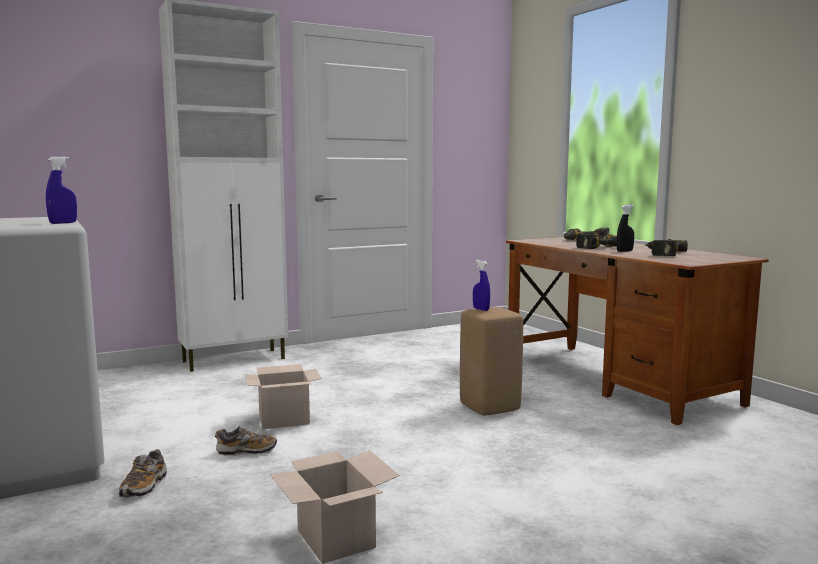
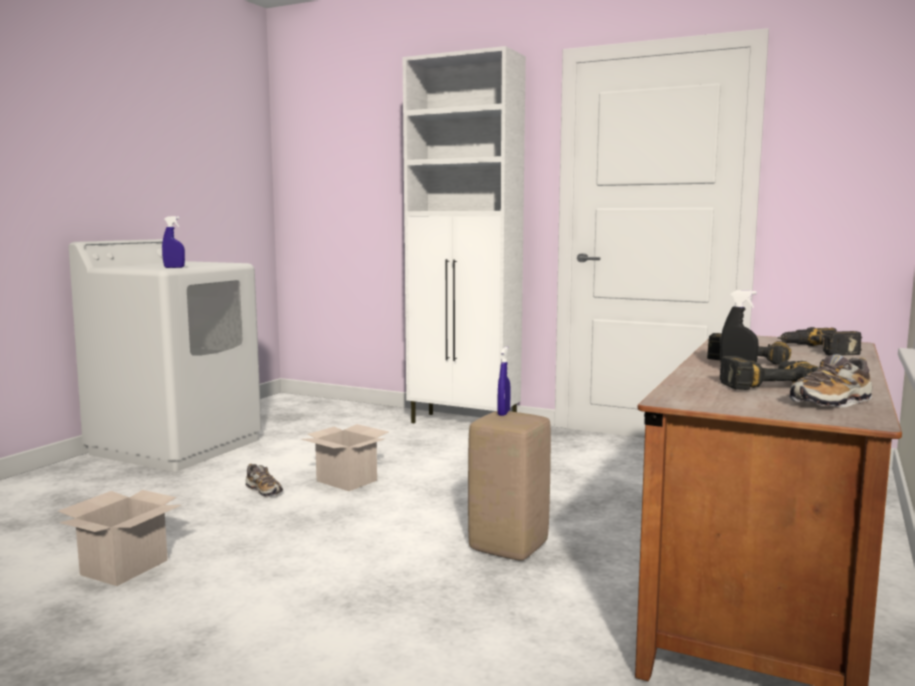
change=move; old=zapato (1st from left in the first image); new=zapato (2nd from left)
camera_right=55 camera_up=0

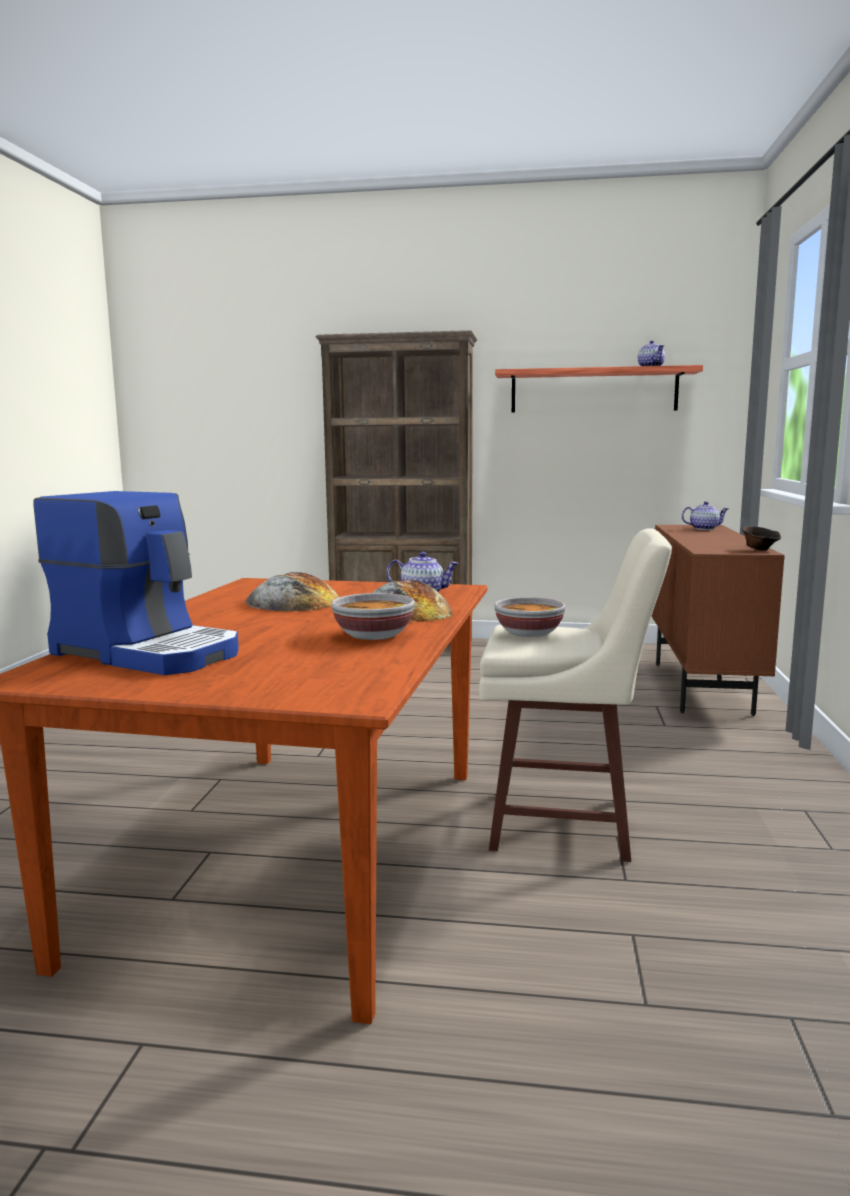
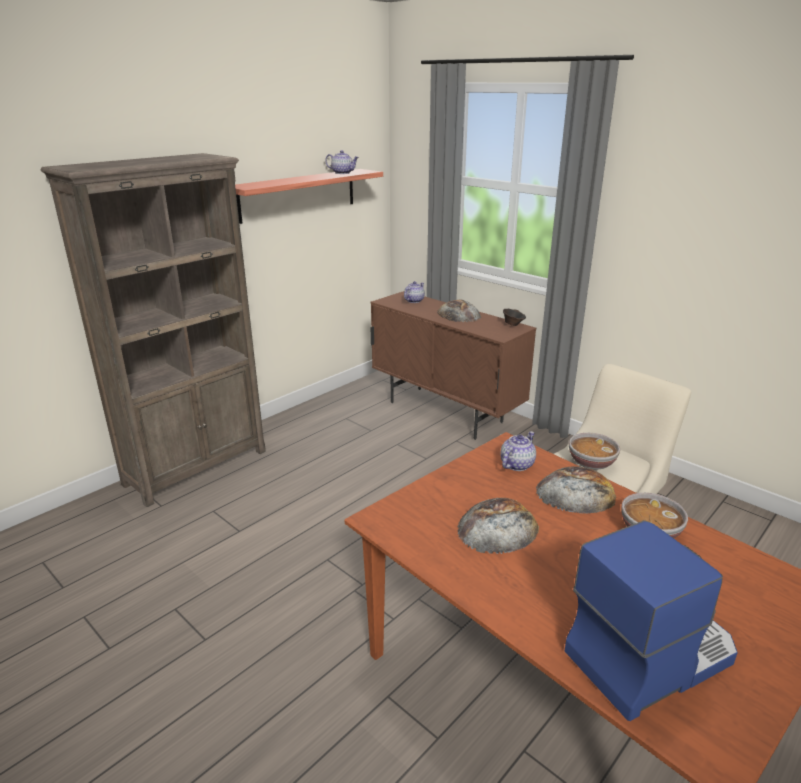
change=insert; new=pan (1st from left)
camera_right=-55 camera_up=15

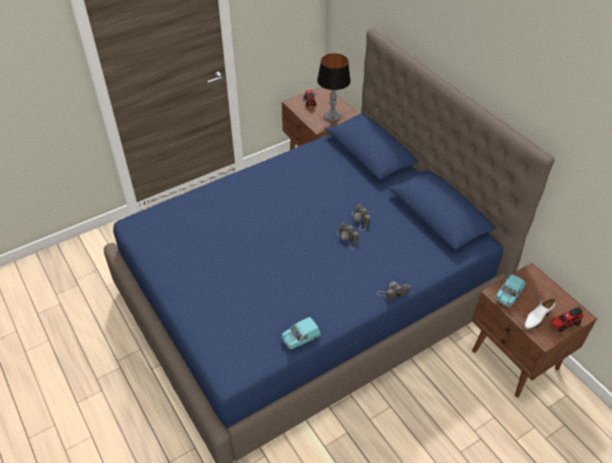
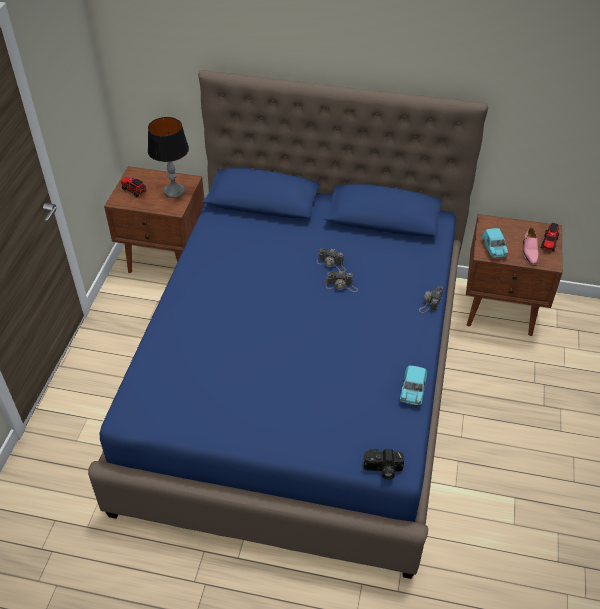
change=insert; new=cámara (3rd from left)
change=recolor; old=zapato/blanco; new=zapato/rosa
camera_right=-45 camera_up=0

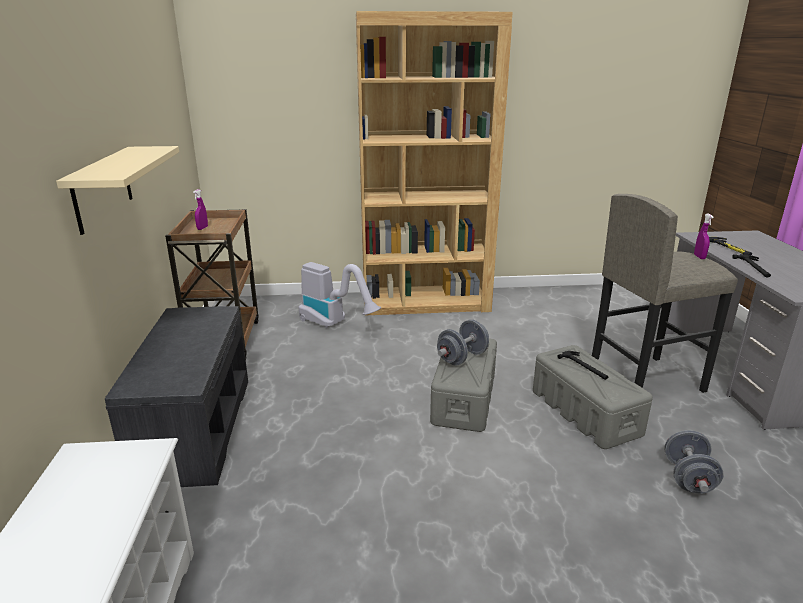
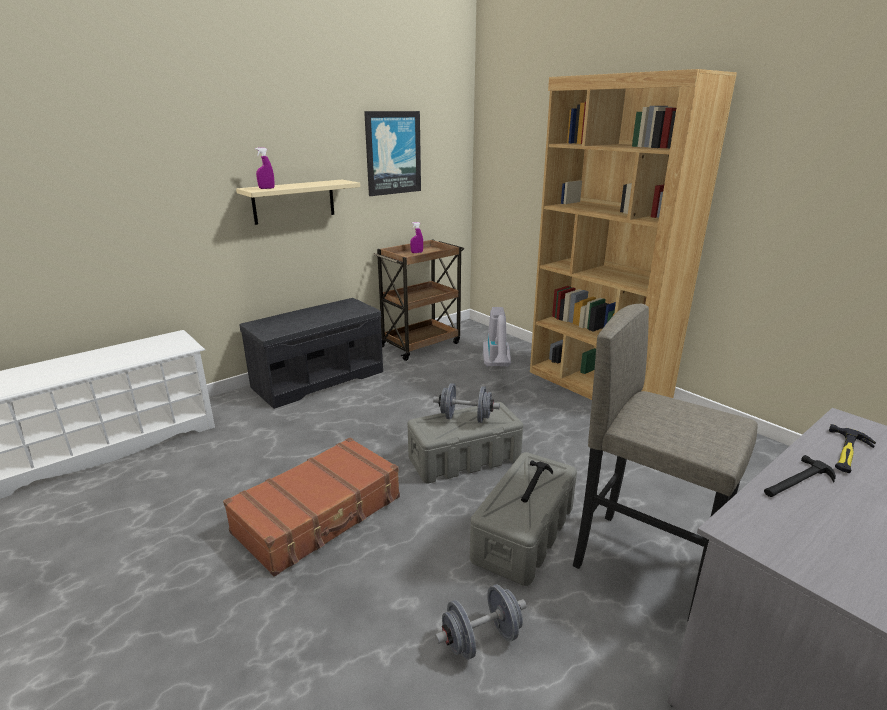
change=insert; new=maleta/marrón
change=move; old=pulverizador/morado (2nd from left in the first image); new=pulverizador/morado (1st from left)
change=insert; new=cuadro
camera_right=55 camera_up=0

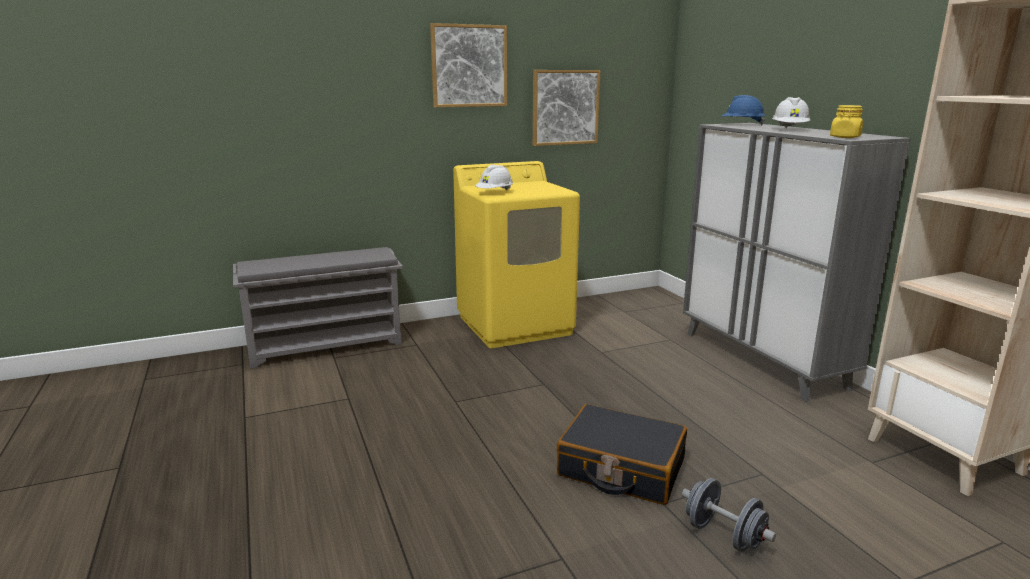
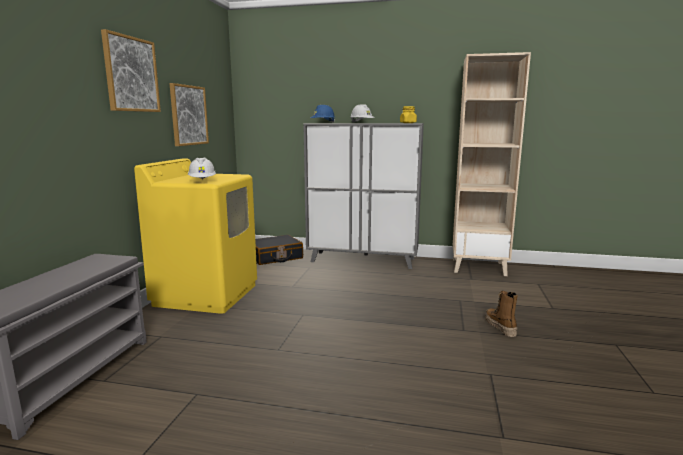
change=move; old=maleta/negro
change=replace; old=mancuerna/gris; new=bota
camera_right=-55 camera_up=-5

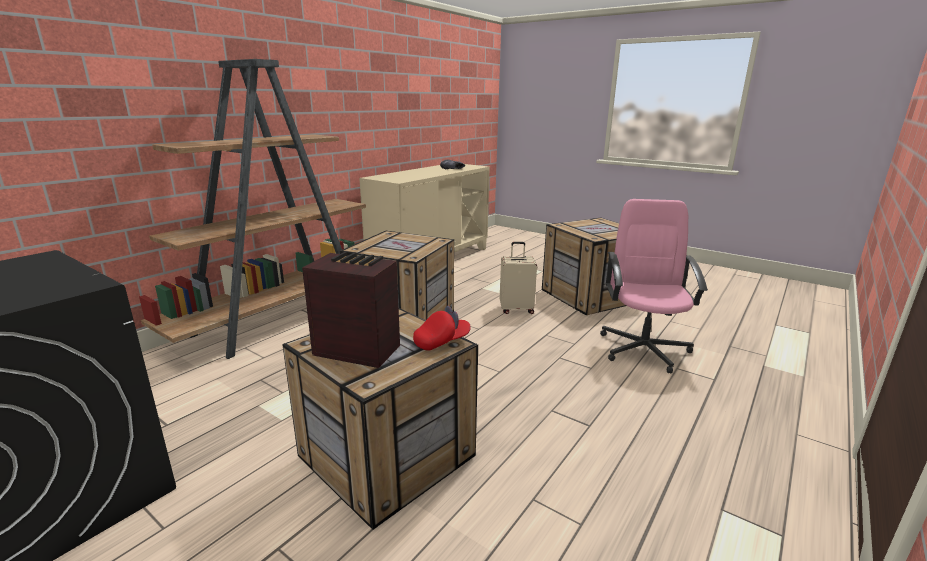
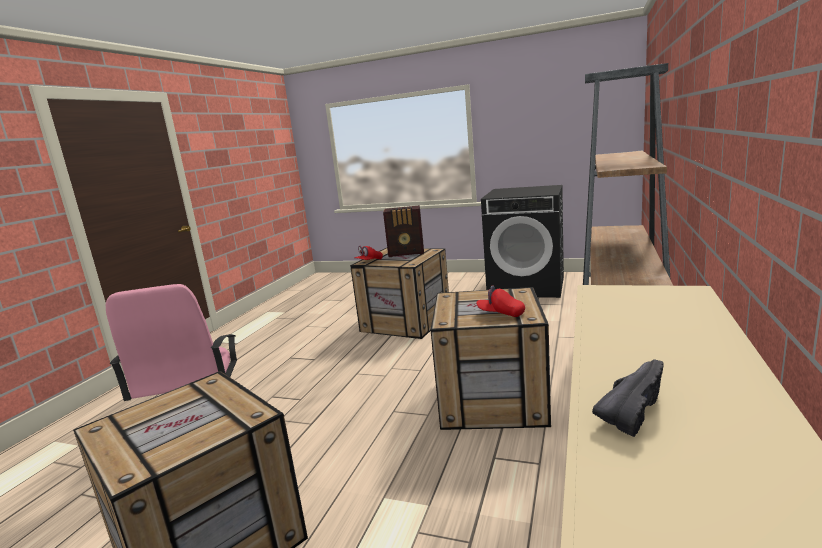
change=insert; new=gorra/rojo (2nd from left)
change=delete; old=maleta/beis
camera_right=165 camera_up=-5

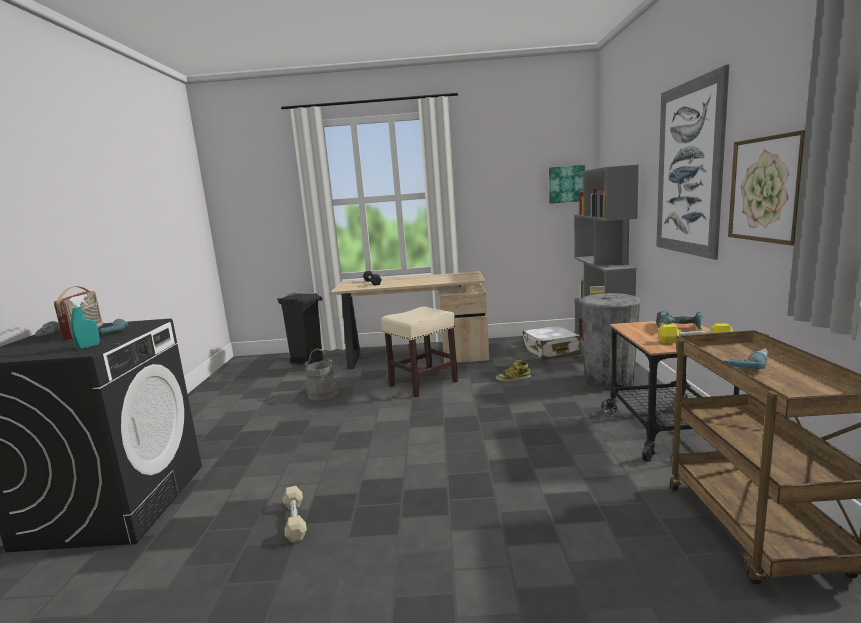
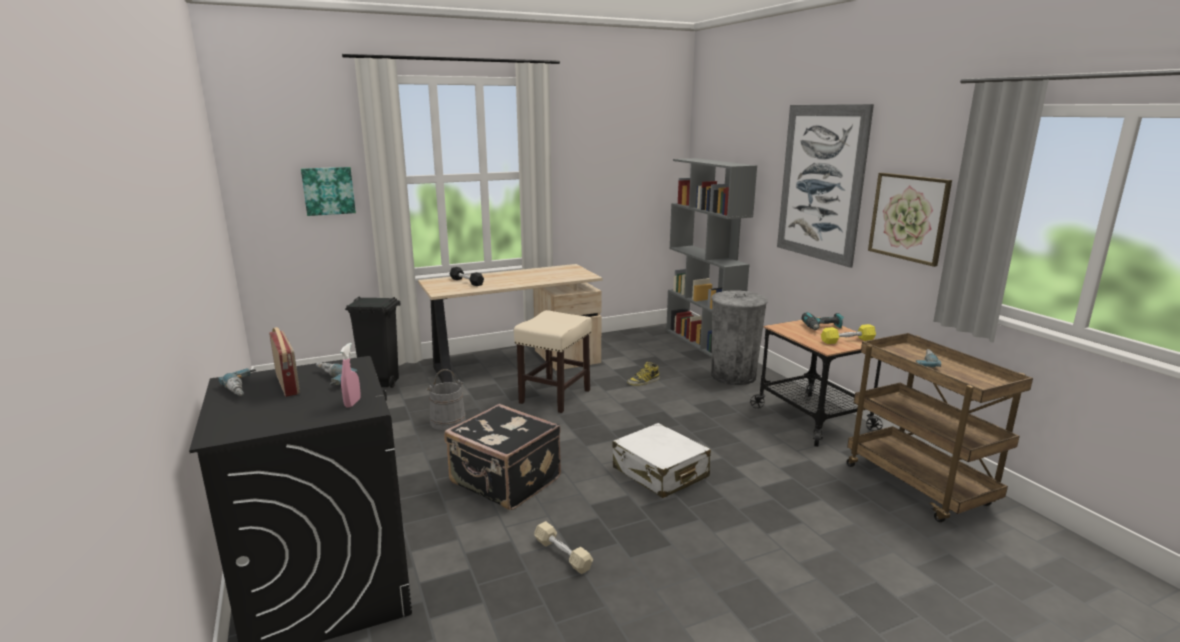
change=move; old=cuadro (1st from left)
change=recolor; old=pulverizador/turquesa; new=pulverizador/rosa
change=insert; new=maleta/negro
change=move; old=maleta/blanco
camera_right=-25 camera_up=5

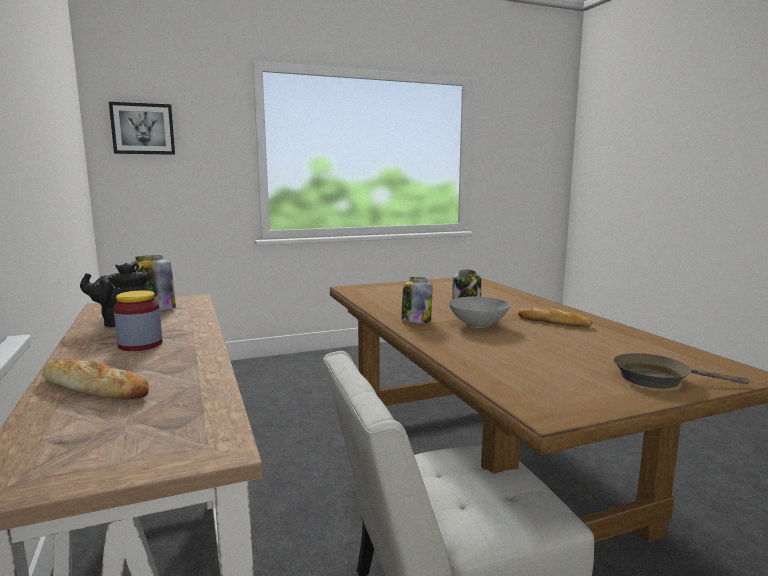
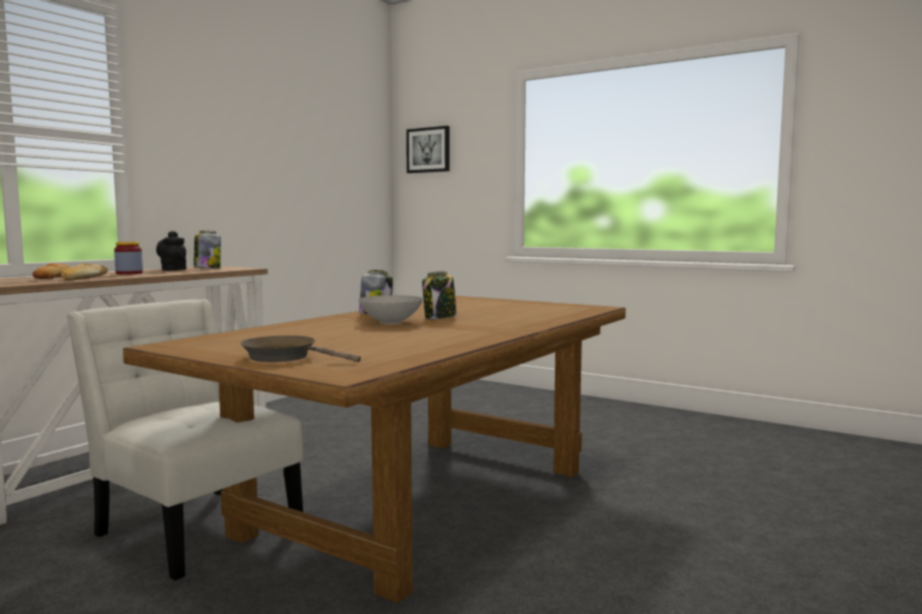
change=move; old=pan (2nd from left)
change=rotate; old=sartén/marrón; degrees=-45
camera_right=55 camera_up=-5

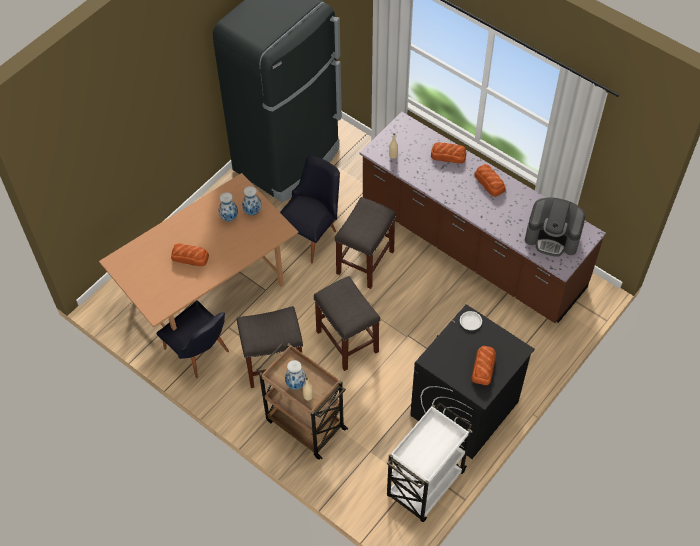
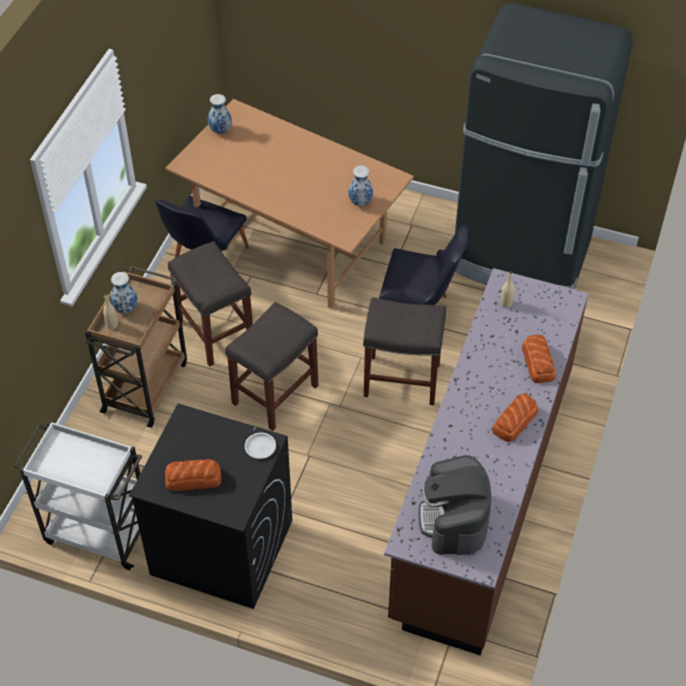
change=move; old=florero (1st from left in the first image); new=florero (2nd from left)
change=delete; old=pan (1st from left)
camera_right=70 camera_up=-5

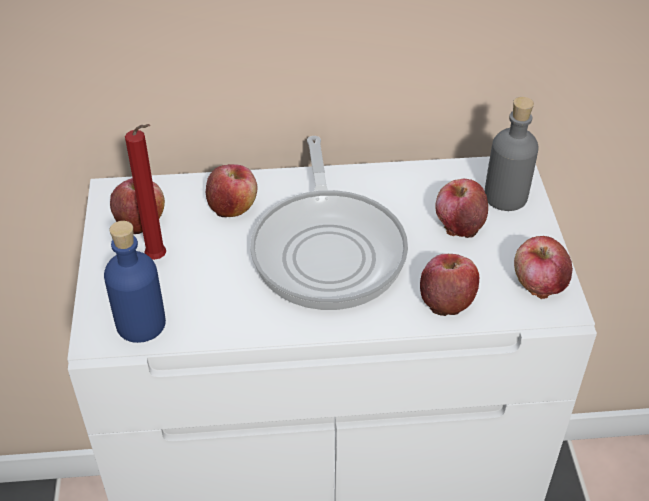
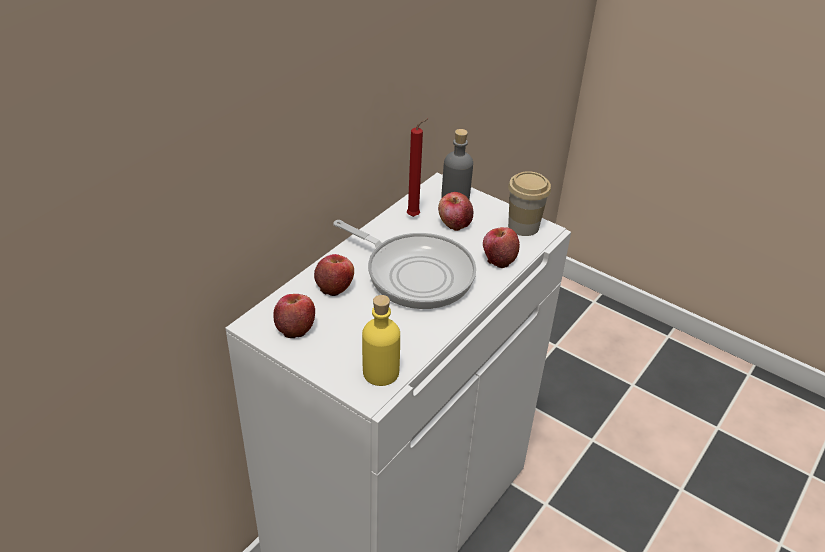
change=recolor; old=botella/azul; new=botella/amarillo
change=move; old=vela/rojo
change=replace; old=manzana (5th from left); new=taza
camera_right=-50 camera_up=-5

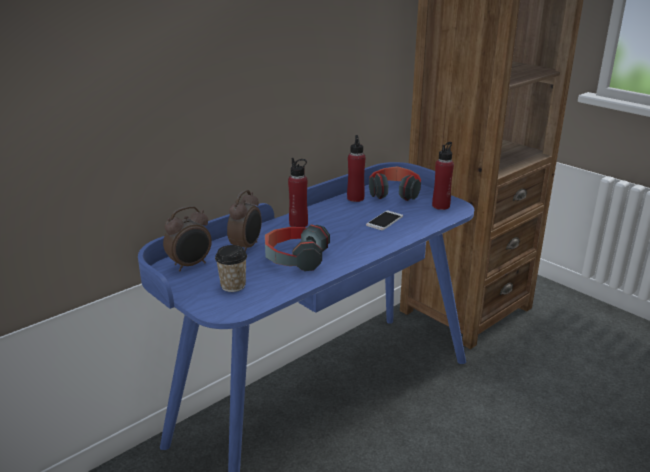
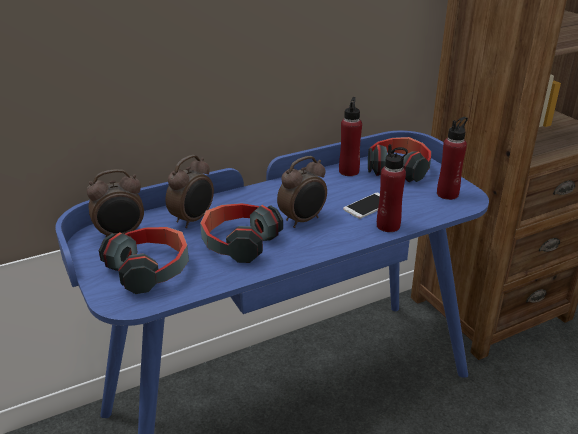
change=replace; old=taza; new=auriculares (1st from left)
change=insert; new=despertador (3rd from left)
change=move; old=botella/rojo (1st from left in the first image); new=botella/rojo (2nd from left)
camera_right=15 camera_up=5

